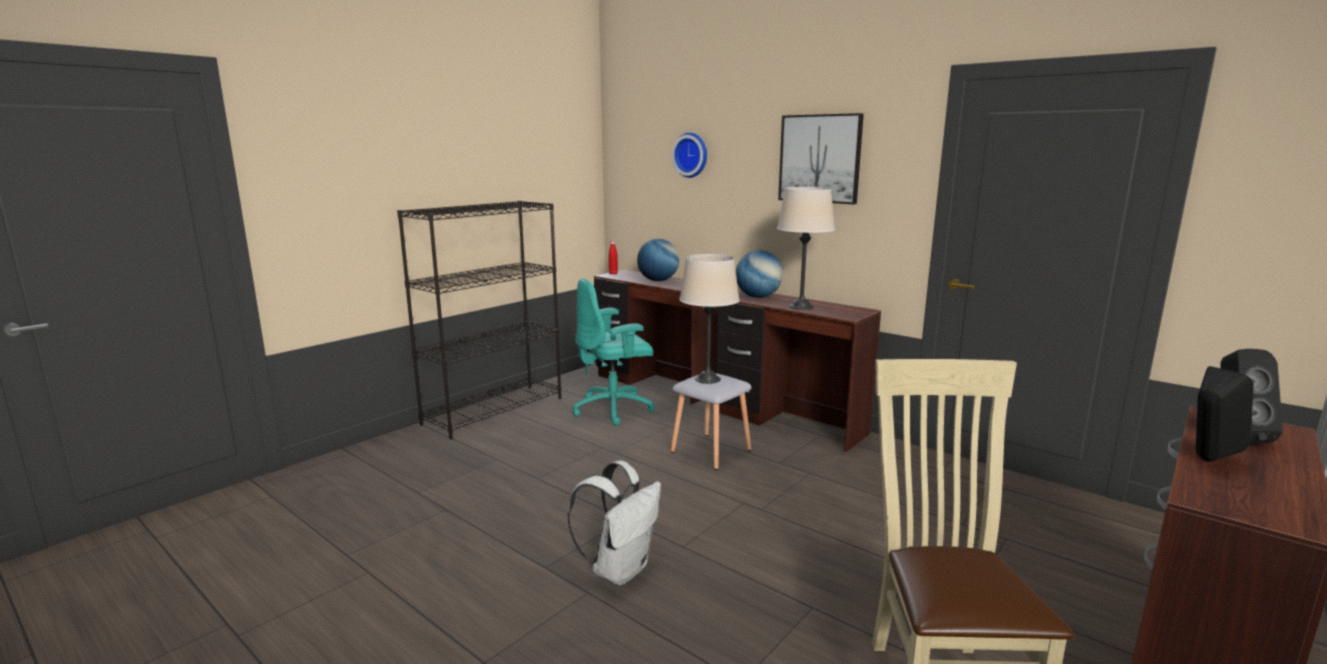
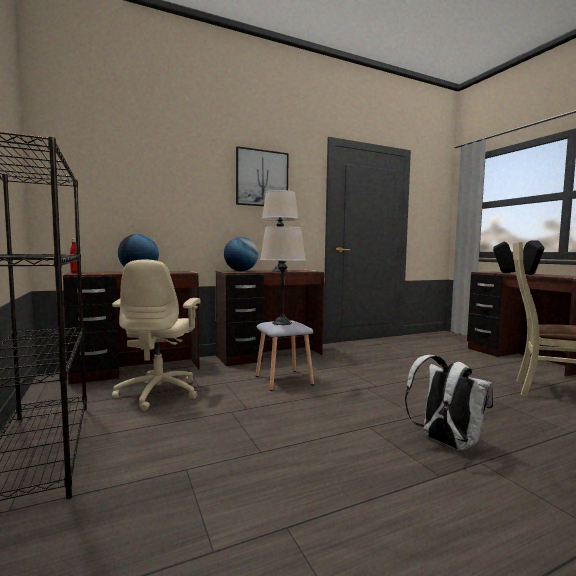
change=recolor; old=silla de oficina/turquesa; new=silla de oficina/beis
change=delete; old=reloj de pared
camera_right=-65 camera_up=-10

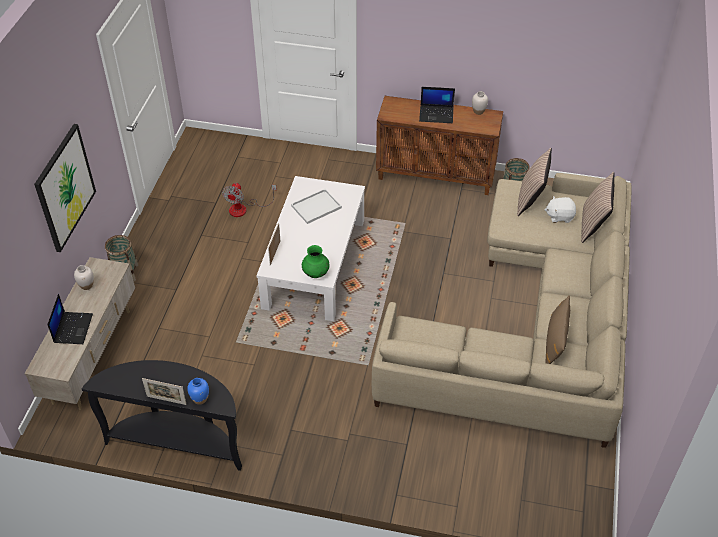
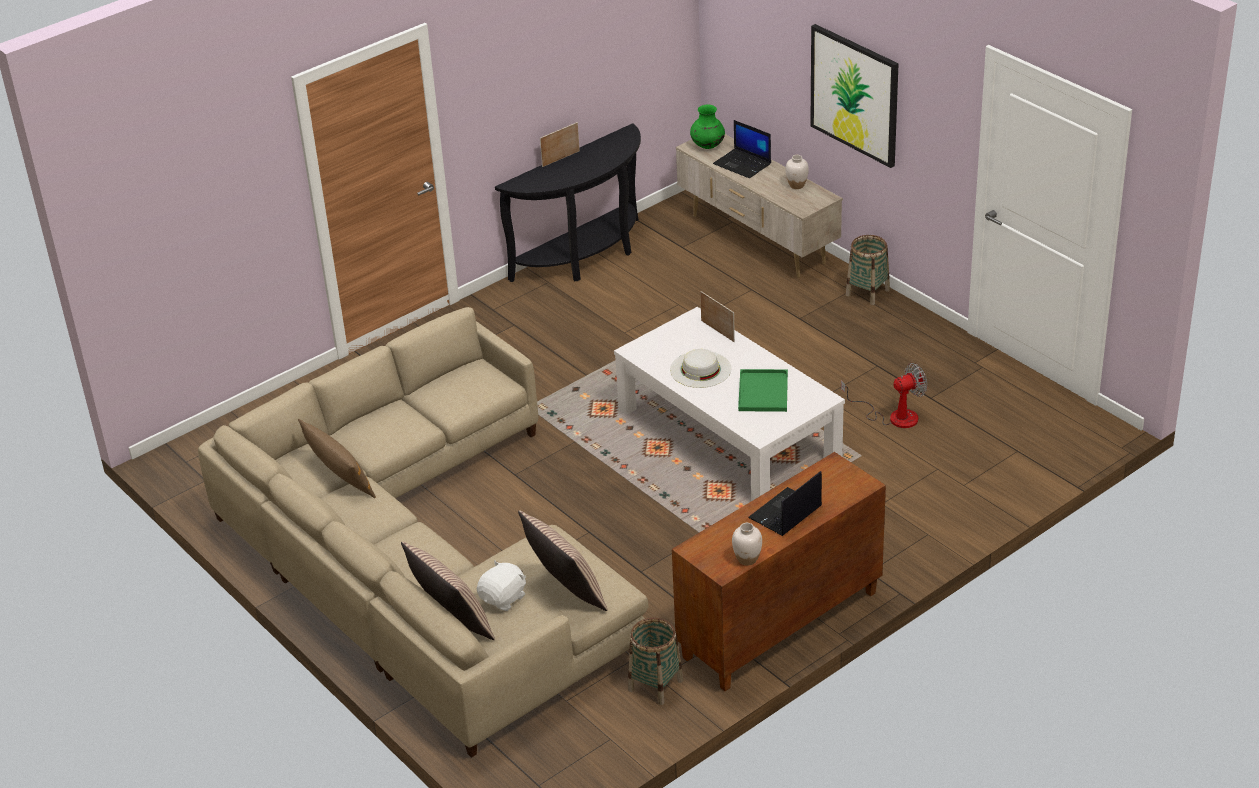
change=insert; new=sombrero/blanco
change=move; old=florero/verde
change=recolor; old=bandeja/blanco; new=bandeja/verde
change=rotate; old=ventilador; degrees=105
change=delete; old=florero/azul
camera_right=130 camera_up=-10

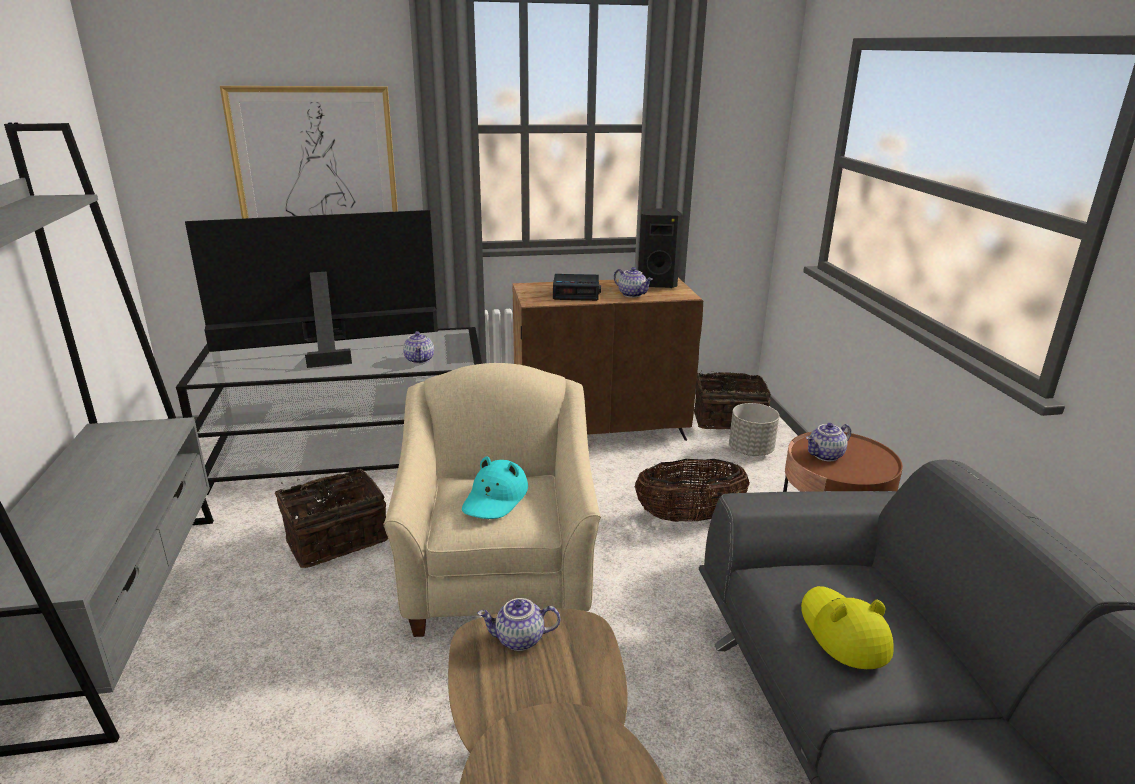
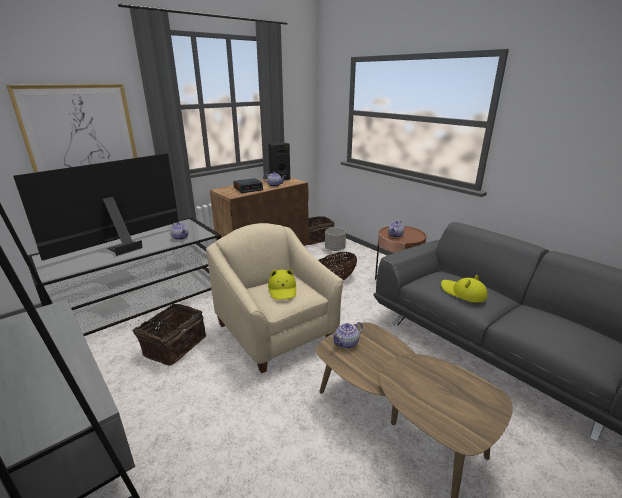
change=recolor; old=sombrero/turquesa; new=sombrero/amarillo (1st from left)
camera_right=-30 camera_up=0

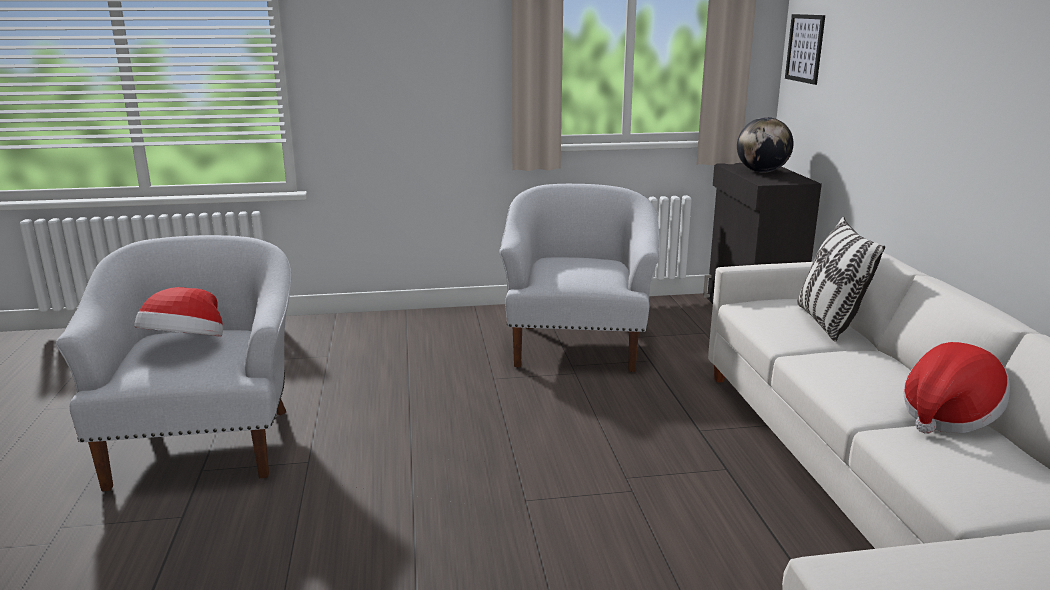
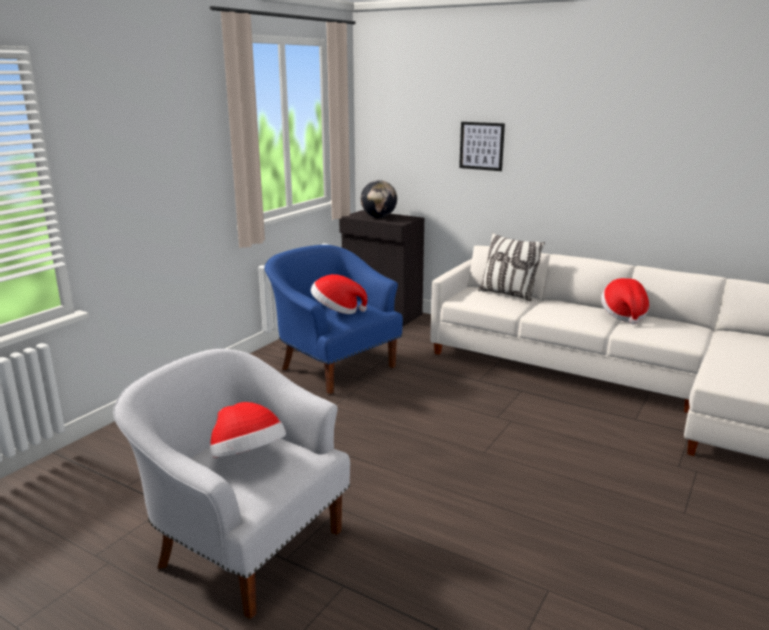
change=recolor; old=sillón/blanco (2nd from left); new=sillón/azul
change=insert; new=sombrero (2nd from left)
change=move; old=cuadro
camera_right=-50 camera_up=0

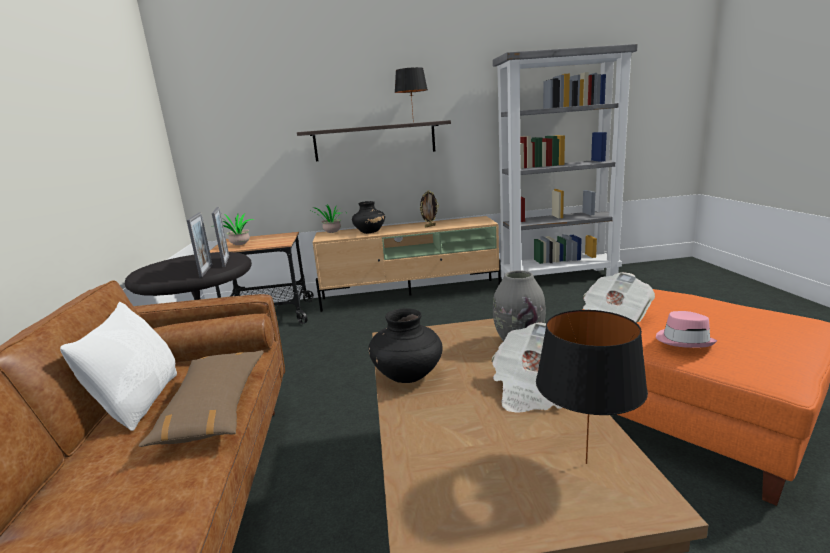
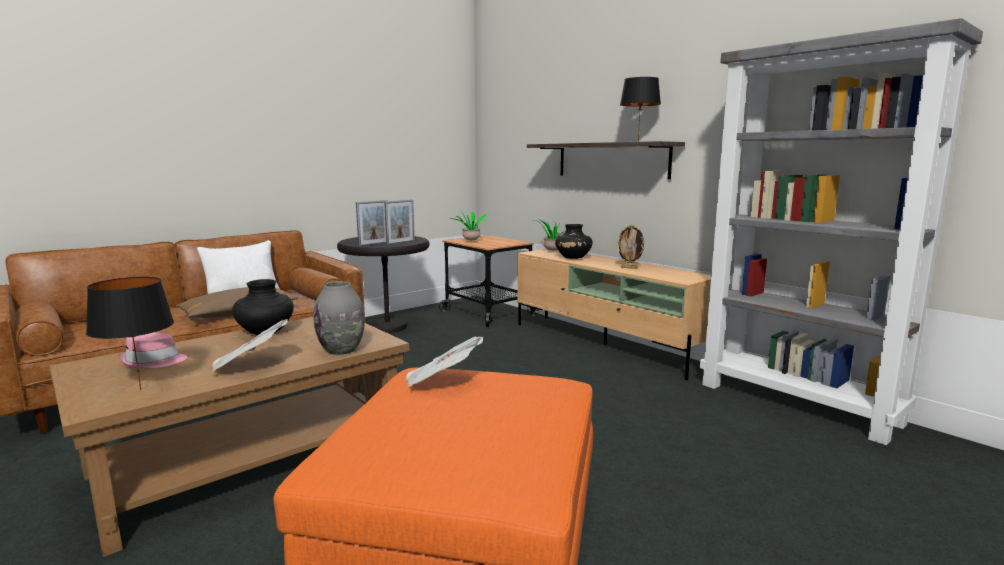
change=move; old=sombrero/rosa
camera_right=55 camera_up=-5

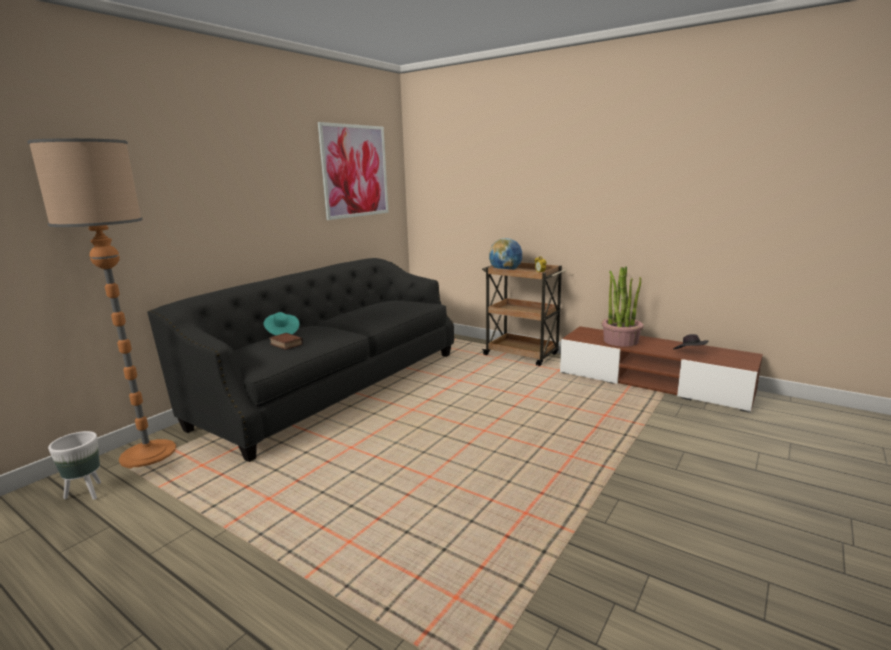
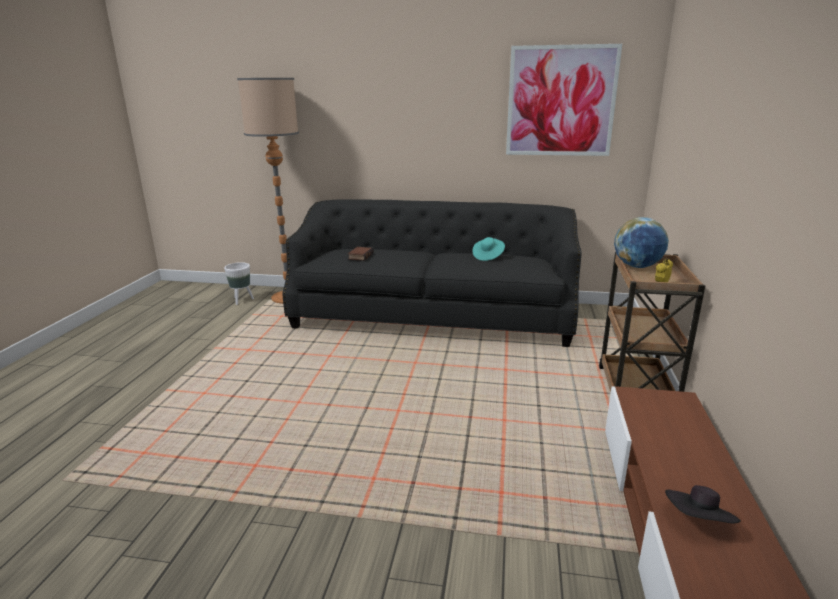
change=move; old=sombrero/turquesa
change=delete; old=planta en maceta
camera_right=65 camera_up=5

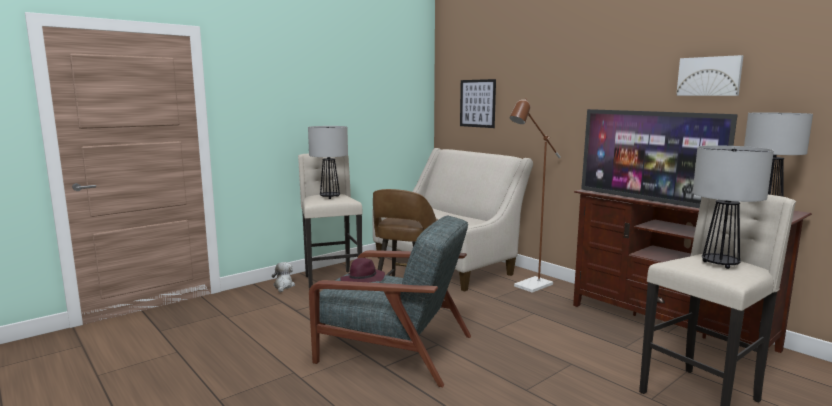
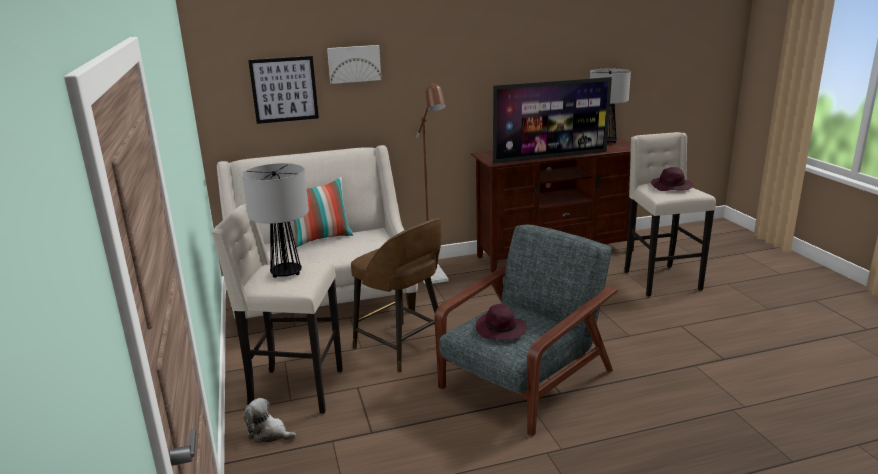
change=insert; new=cojín
change=move; old=cuadro (2nd from left)
change=replace; old=lámpara de mesa (2nd from left); new=sombrero/morado (2nd from left)
camera_right=-65 camera_up=10

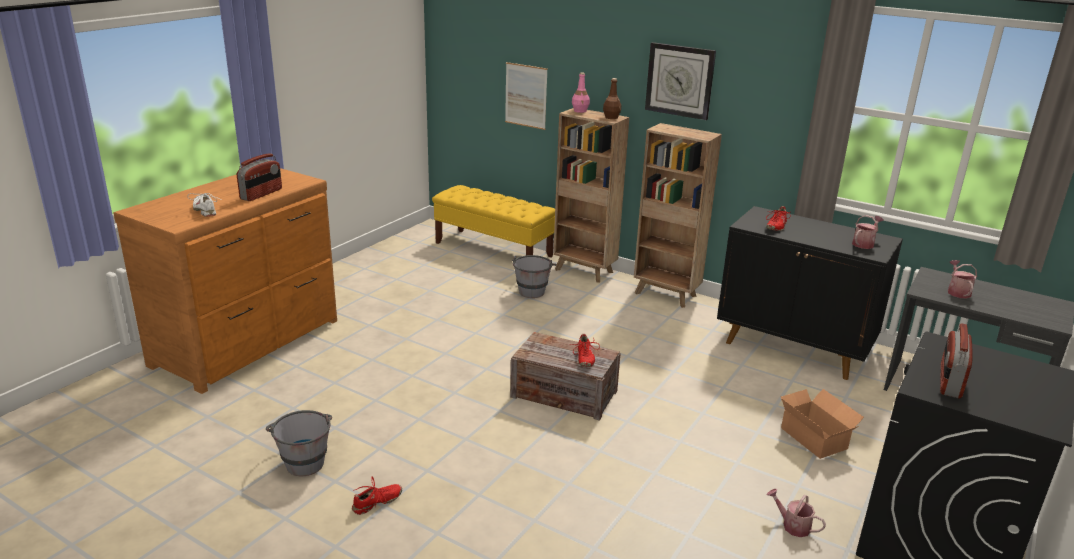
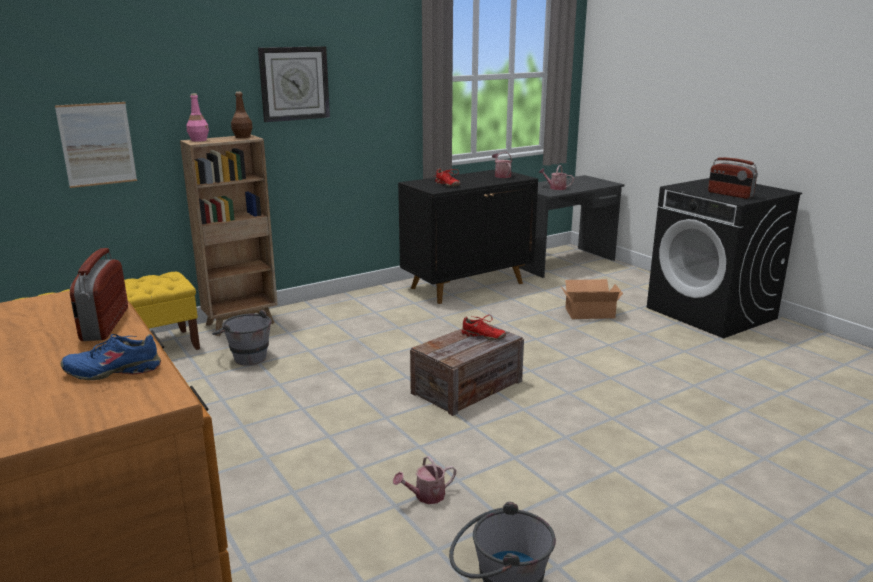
change=recolor; old=zapato/blanco; new=zapato/azul
change=rotate; old=radio (1st from left); degrees=-150
change=move; old=regadera (1st from left)
change=delete; old=zapato/rojo (1st from left)
change=delete; old=estantería/marrón (2nd from left)
camera_right=-65 camera_up=-5

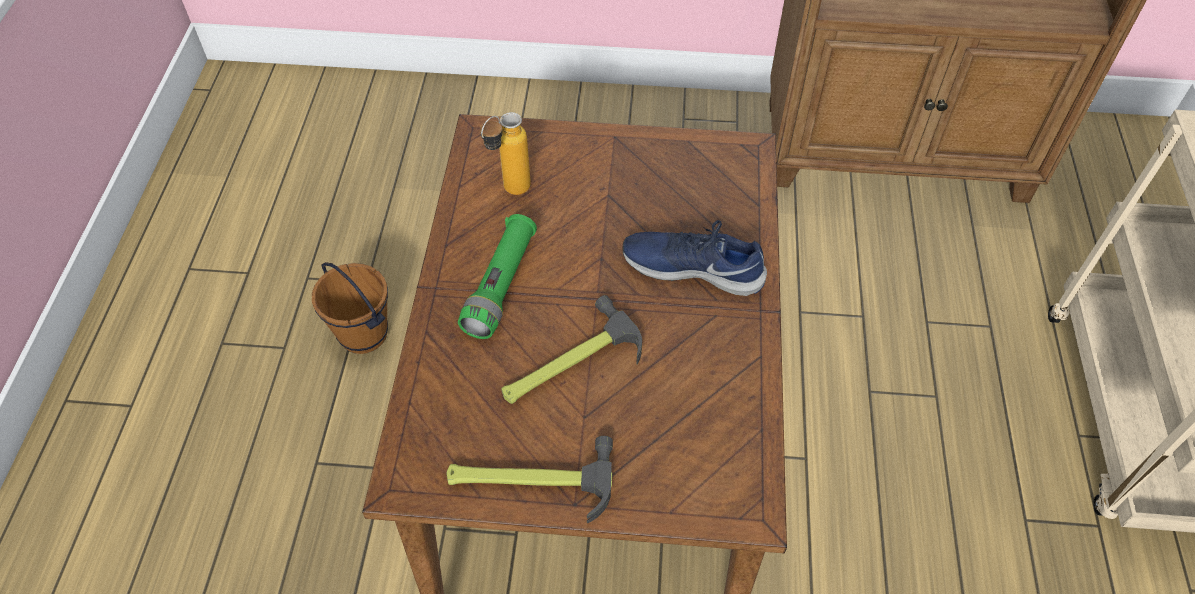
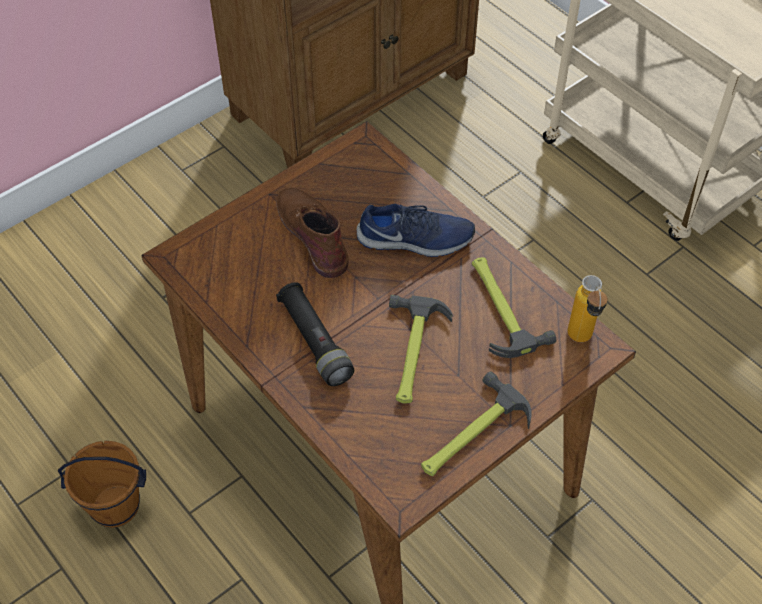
change=recolor; old=linterna/verde; new=linterna/negro
change=insert; new=bota/marrón
change=rotate; old=zapato/azul; degrees=-150
change=insert; new=martillo (3rd from left)
change=move; old=botella
camera_right=-45 camera_up=0

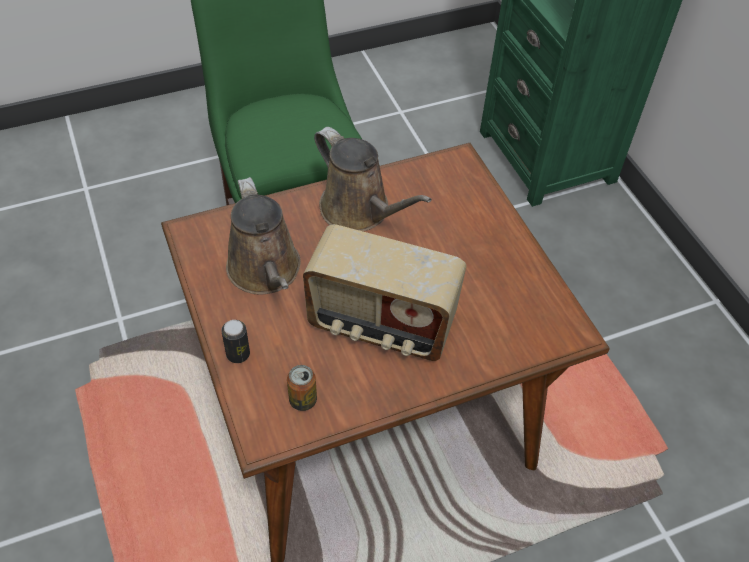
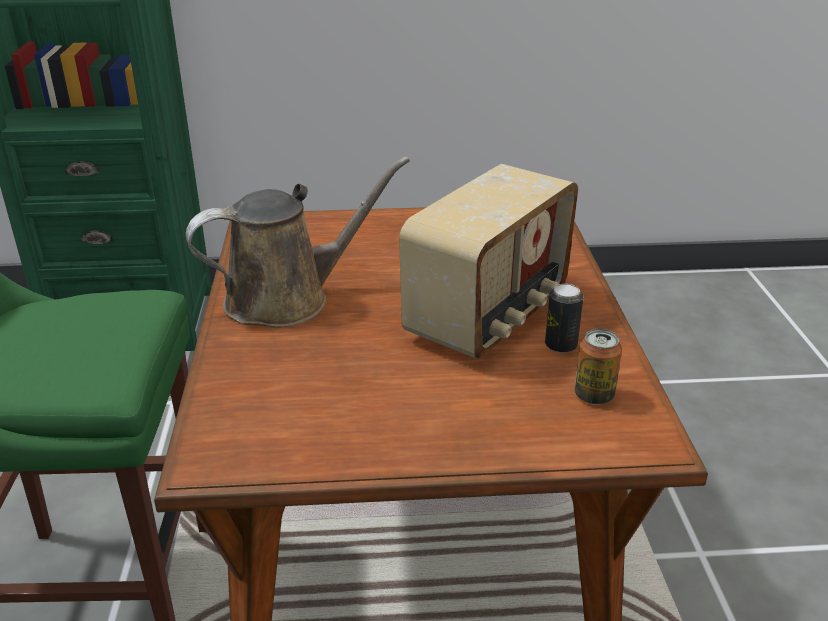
change=move; old=lata (1st from left)
change=delete; old=regadera/marrón (1st from left)
camera_right=-70 camera_up=-20

